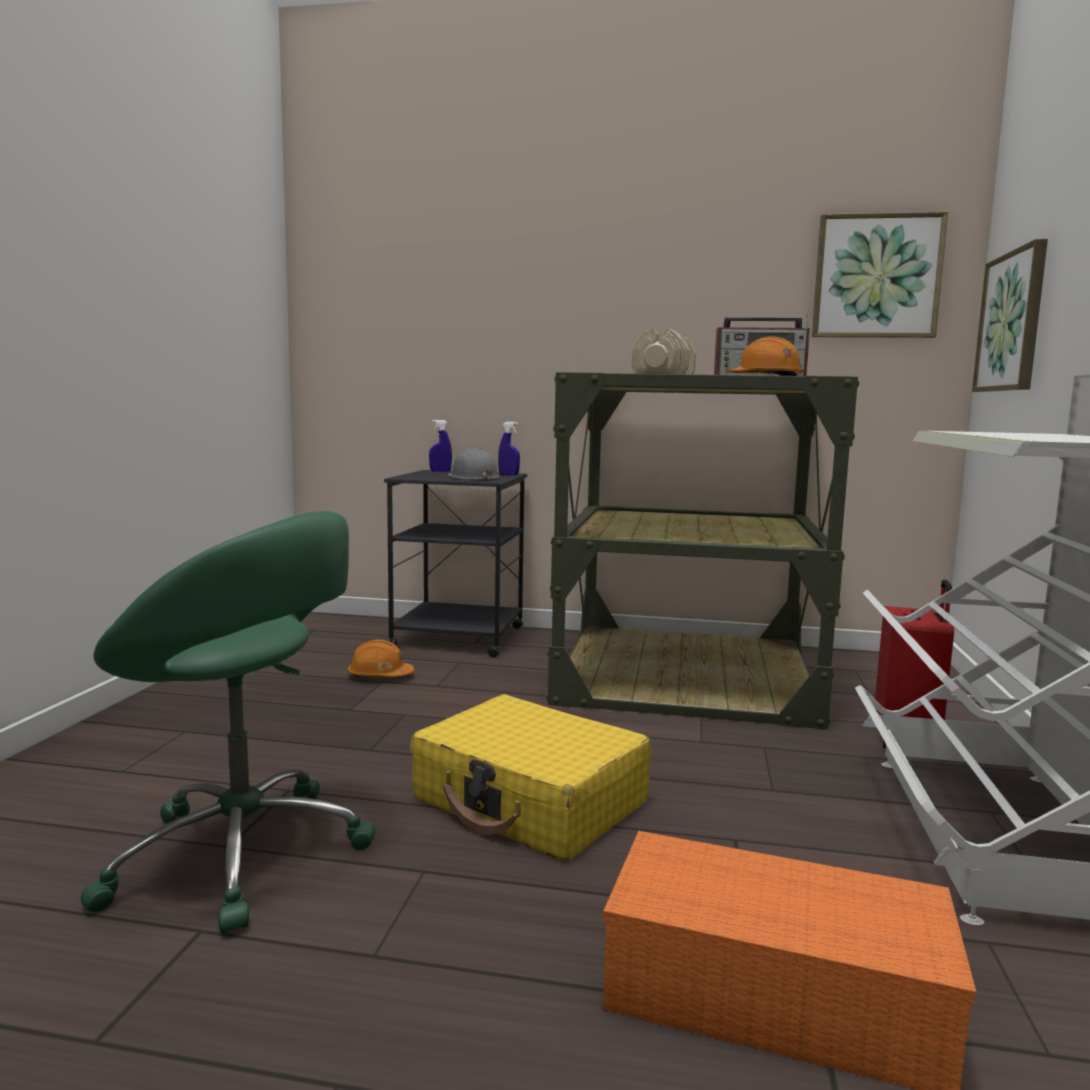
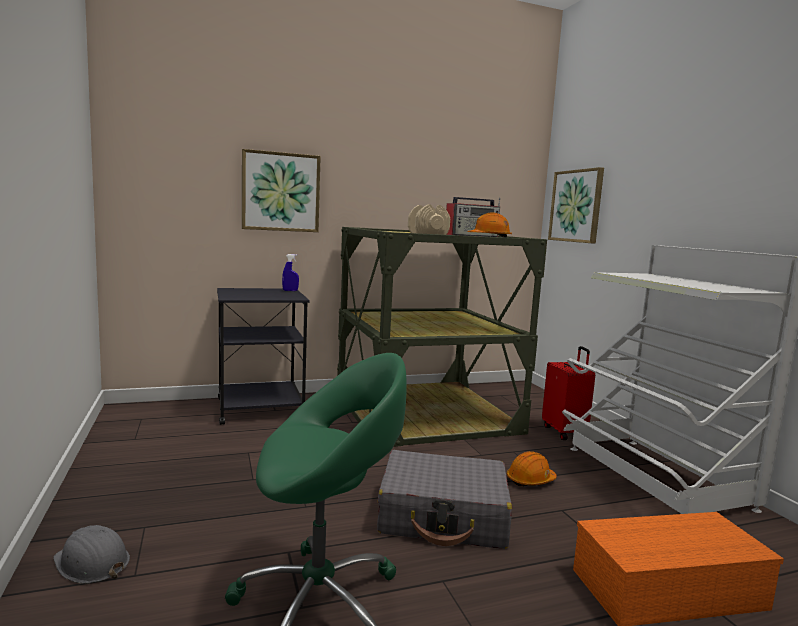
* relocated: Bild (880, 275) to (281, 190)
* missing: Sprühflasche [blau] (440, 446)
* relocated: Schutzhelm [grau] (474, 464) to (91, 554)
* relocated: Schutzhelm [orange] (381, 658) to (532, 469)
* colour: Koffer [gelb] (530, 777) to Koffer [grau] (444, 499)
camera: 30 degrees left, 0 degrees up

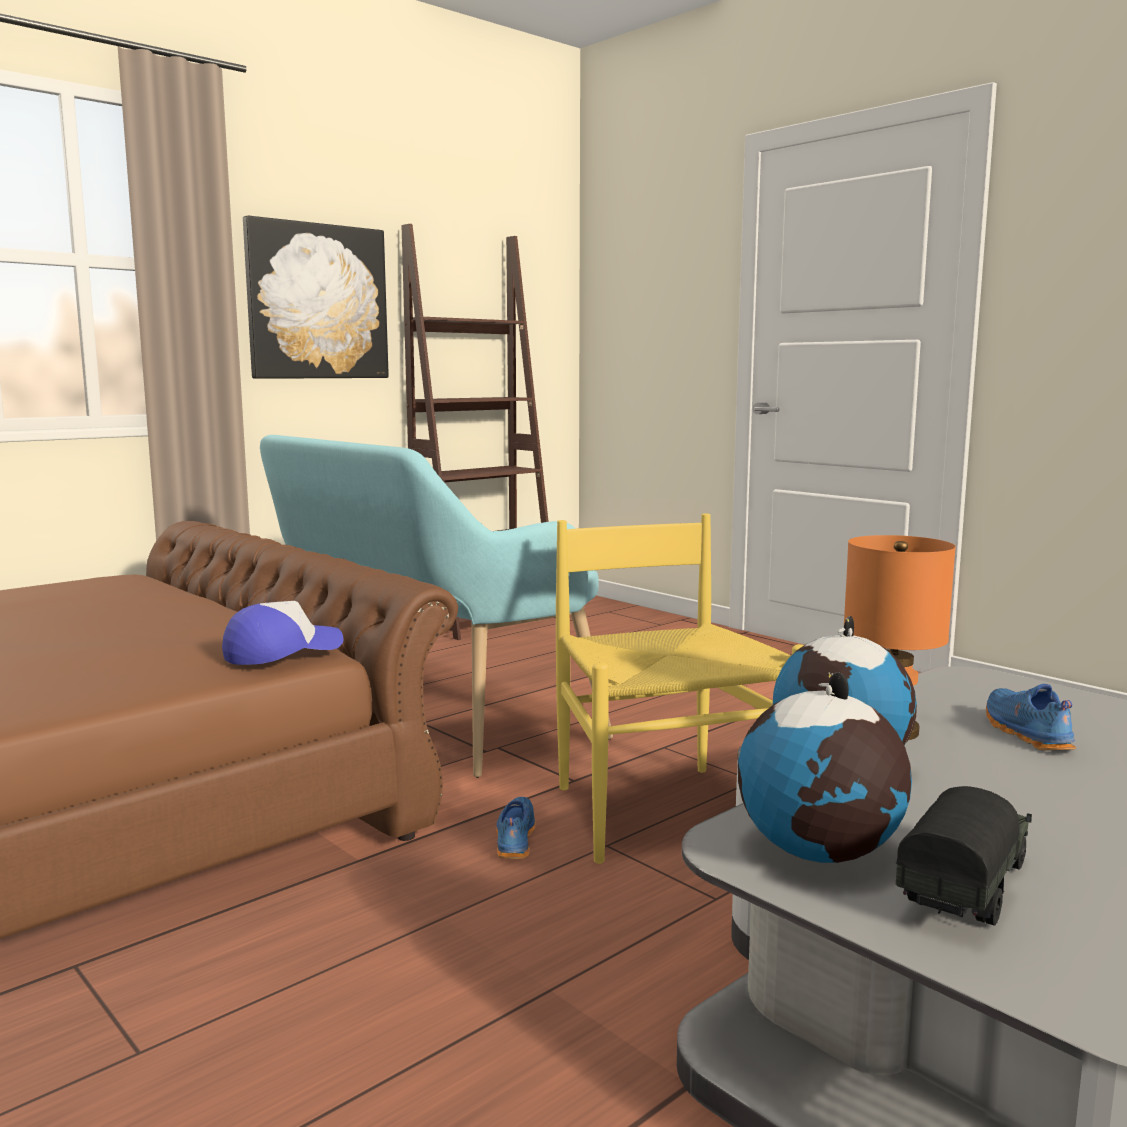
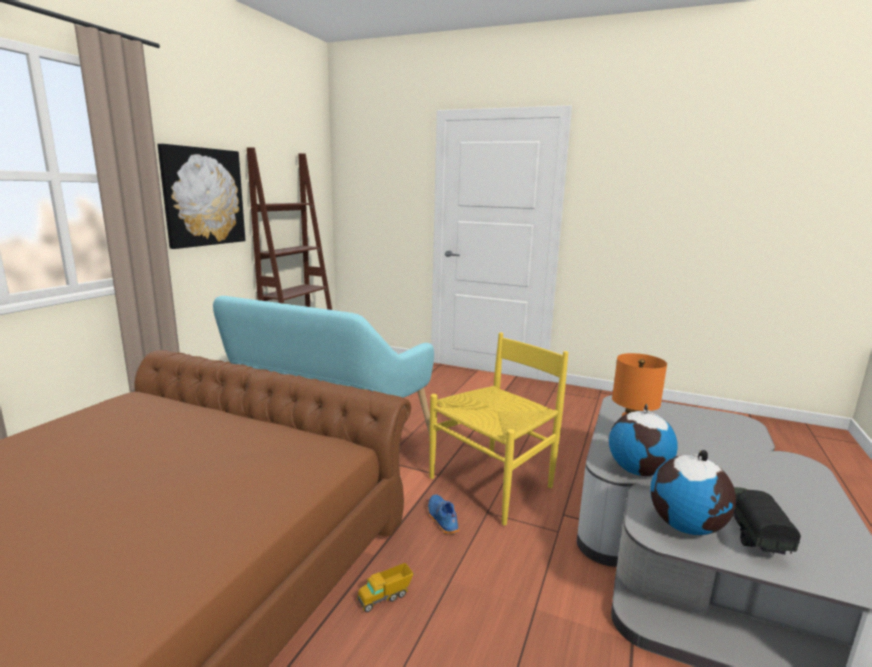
* spun: Stuhl [gelb] (680, 688) = (498, 429) 90 degrees clockwise
* missing: Kappe (283, 633)
* missing: Schuh [blau] (1031, 717)
* appeared: Spielzeuglaster (385, 587)
camera: 25 degrees left, 5 degrees up

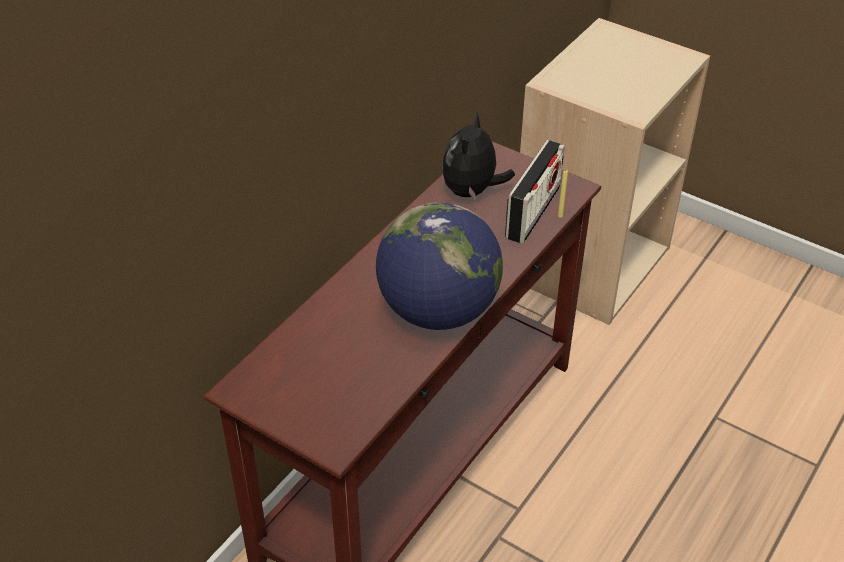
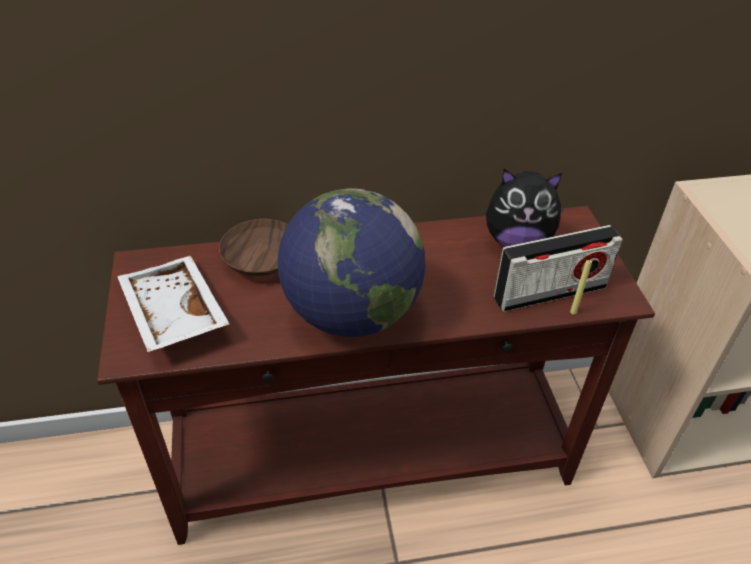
* spun: Plüschtier (478, 156) = (525, 208) 150 degrees counterclockwise
* appeared: Schüssel [braun] (253, 247)
* appeared: Tablett [weiß] (173, 304)
camera: 45 degrees right, 0 degrees up

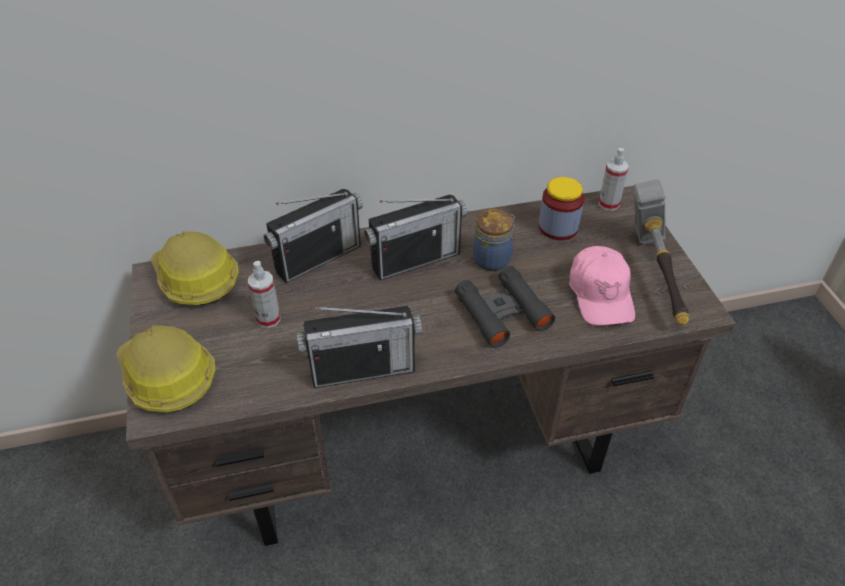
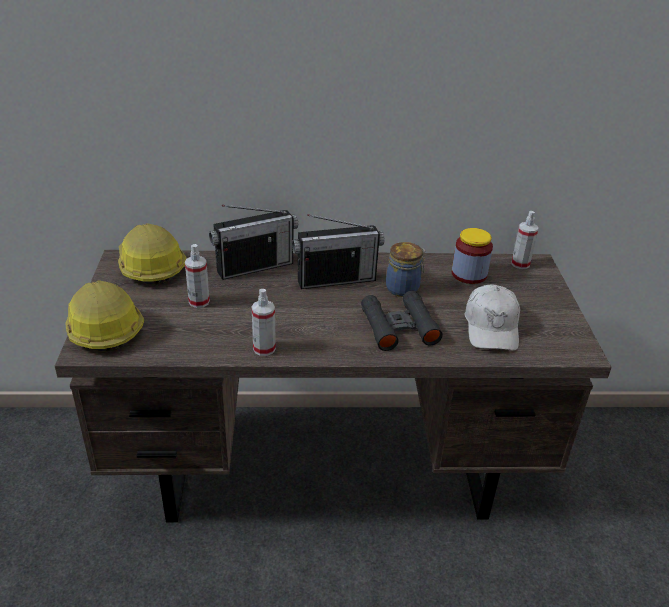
* missing: Hammer (661, 252)
* colour: Kappe [rosa] (602, 286) to Kappe [weiß] (492, 317)
* exchanged: Radio (359, 347) to Sprühflasche (264, 322)
camera: 10 degrees right, 10 degrees down

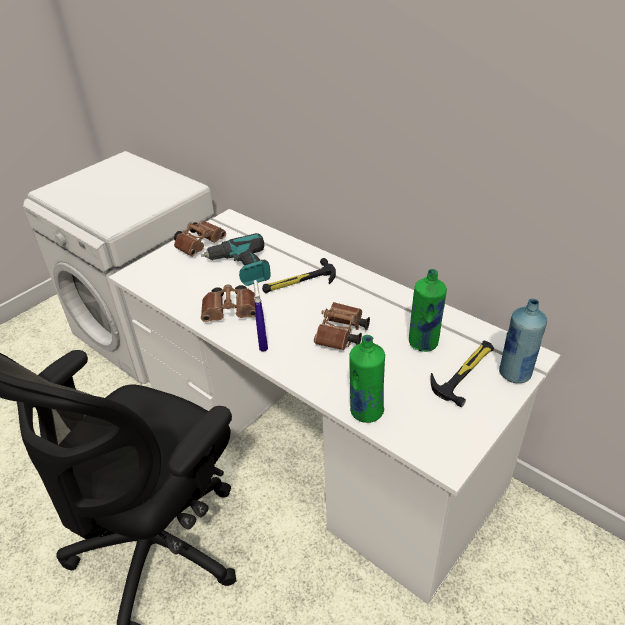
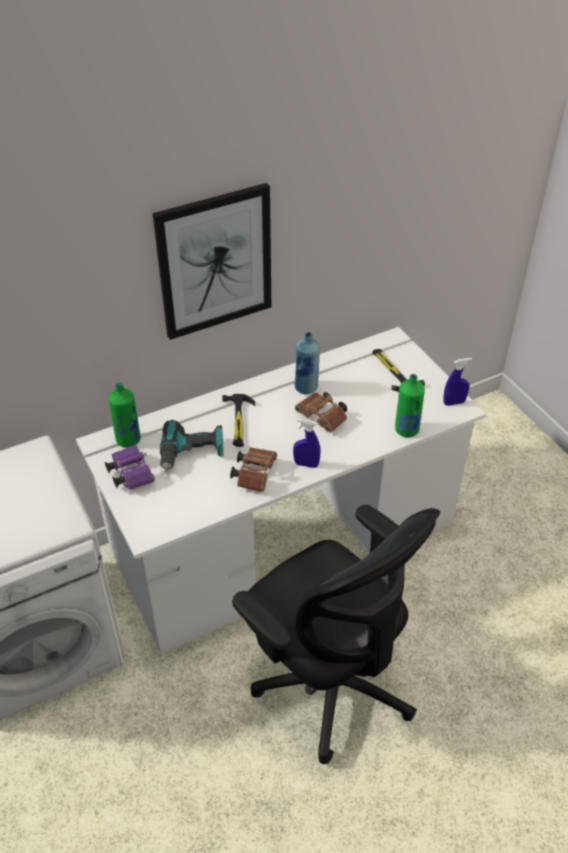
* colour: Fernglas [braun] (200, 239) to Fernglas [lila] (130, 467)
* relocated: Flasche [grün] (428, 310) to (124, 415)
* relocated: Flasche [blau] (523, 341) to (307, 363)
* appeared: Bild (212, 261)
* appeared: Sprühflasche [blau] (457, 382)
camera: 70 degrees left, 5 degrees up

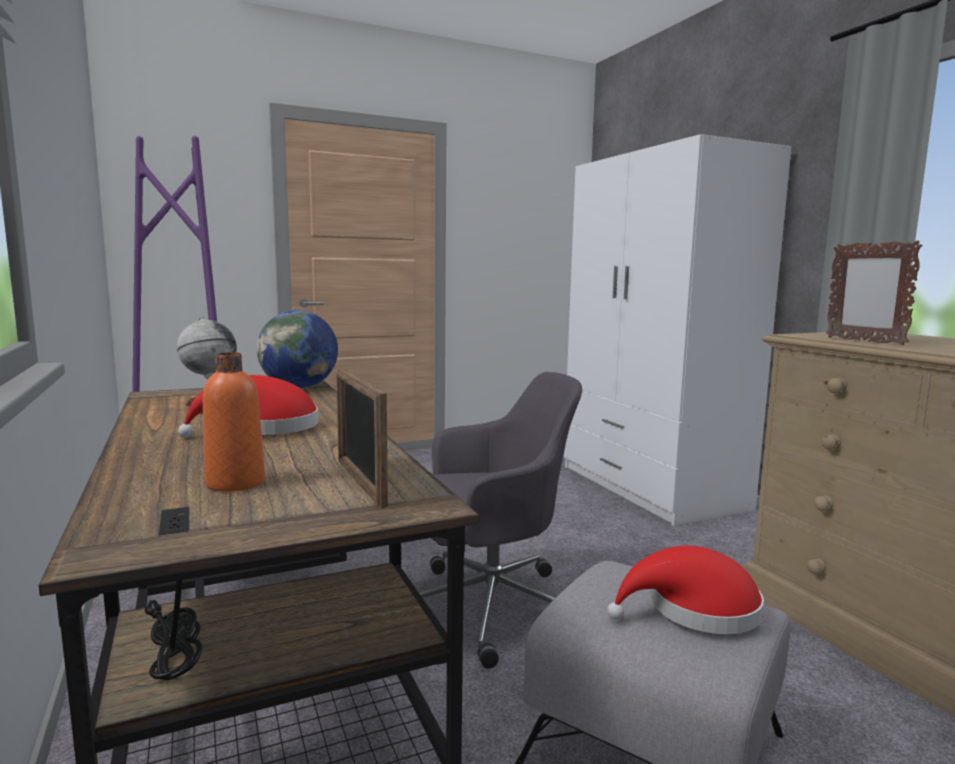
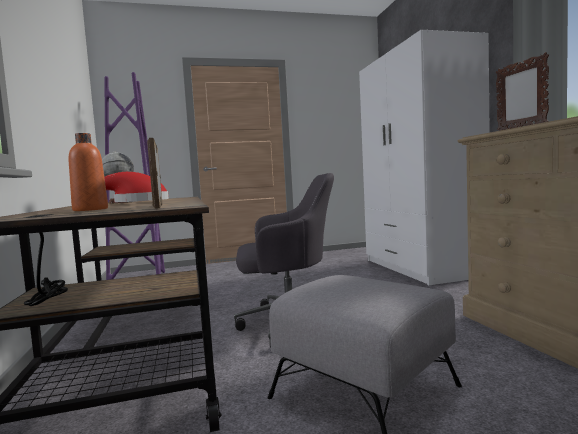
* missing: Globus (297, 349)
* missing: Hut [rot] (685, 590)
camera: 10 degrees right, 5 degrees down

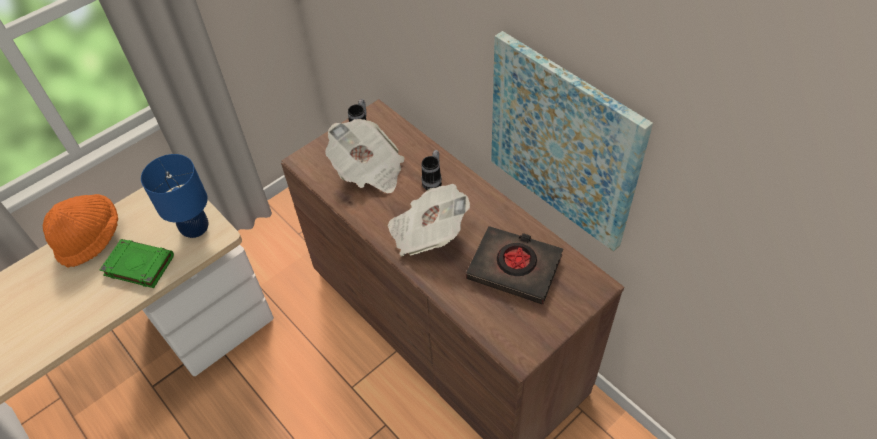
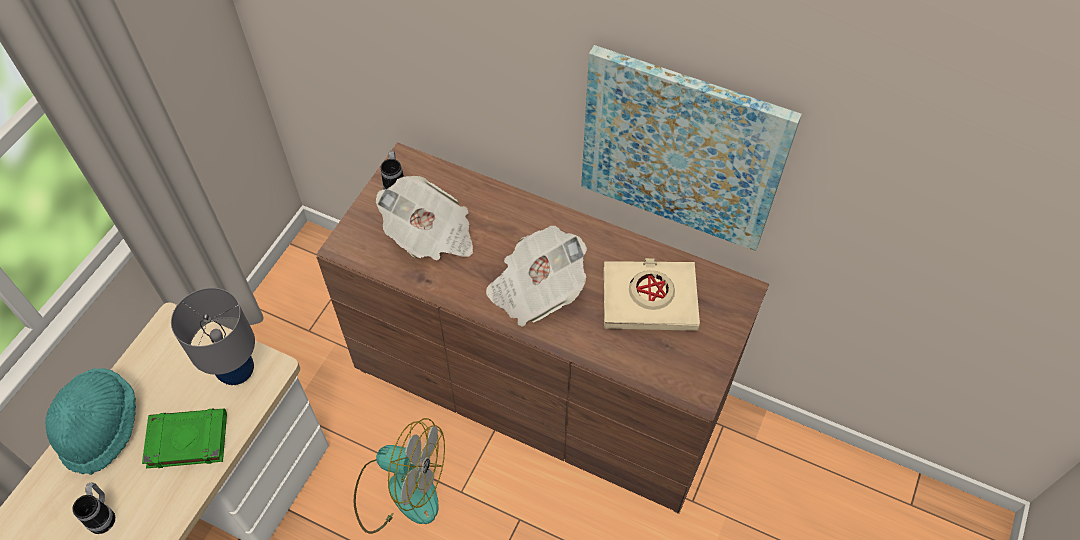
* relocated: Henkelbecher (431, 170) to (93, 508)
* colour: Tischlampe [blau] (175, 196) to Tischlampe [grau] (213, 336)
* colour: Hut [orange] (80, 231) to Hut [türkis] (90, 421)
* colour: Buch [schwarz] (514, 265) to Buch [beige] (652, 294)
* appeared: Ventilator (399, 476)
camera: 25 degrees left, 5 degrees up

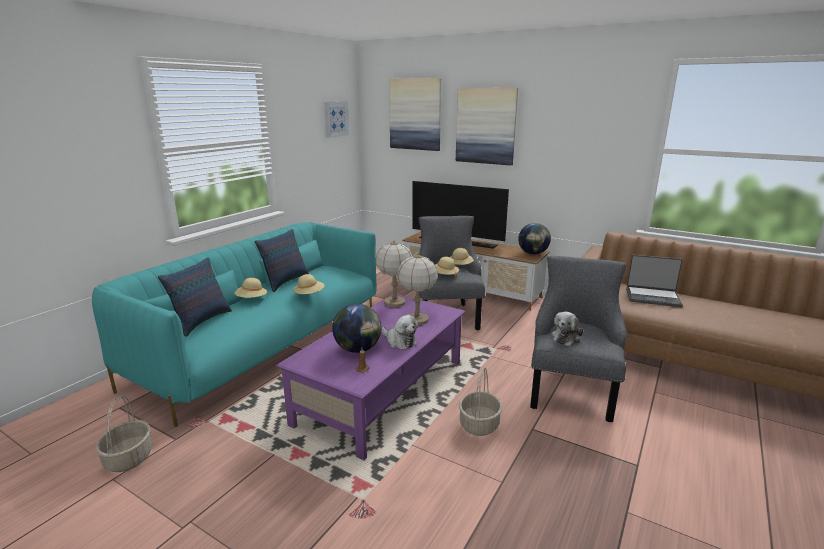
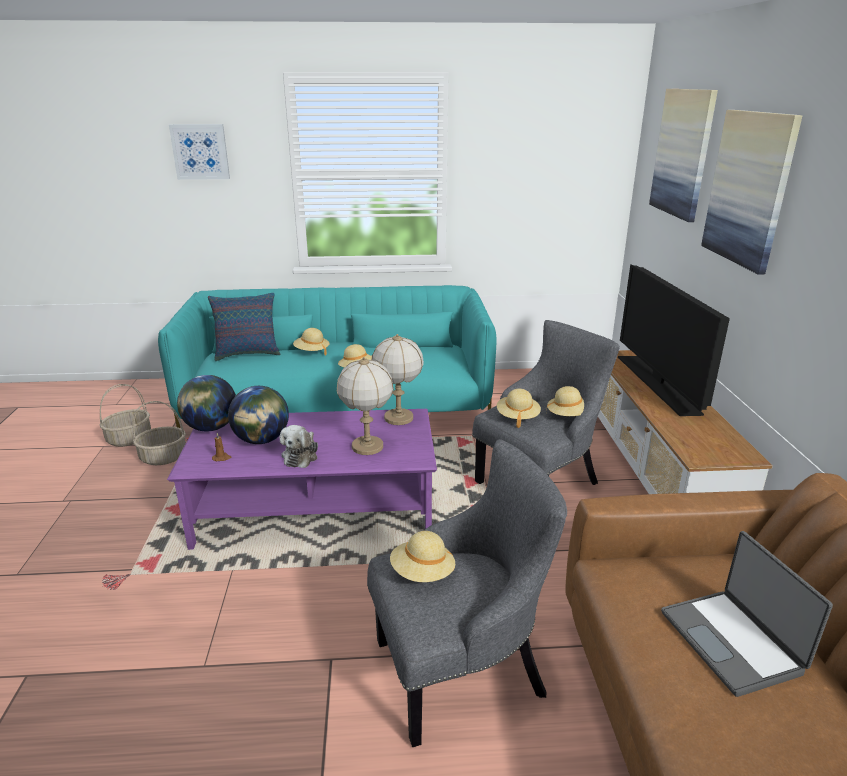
* relocated: Bild (336, 119) to (199, 152)
* relocated: Globus (534, 238) to (206, 403)
* missing: Kissen [blau] (282, 260)
* exchanged: Plüschtier (567, 329) to Hut [beige] (422, 556)
* relocated: Korb (480, 401) to (159, 433)
camera: 55 degrees right, 5 degrees up

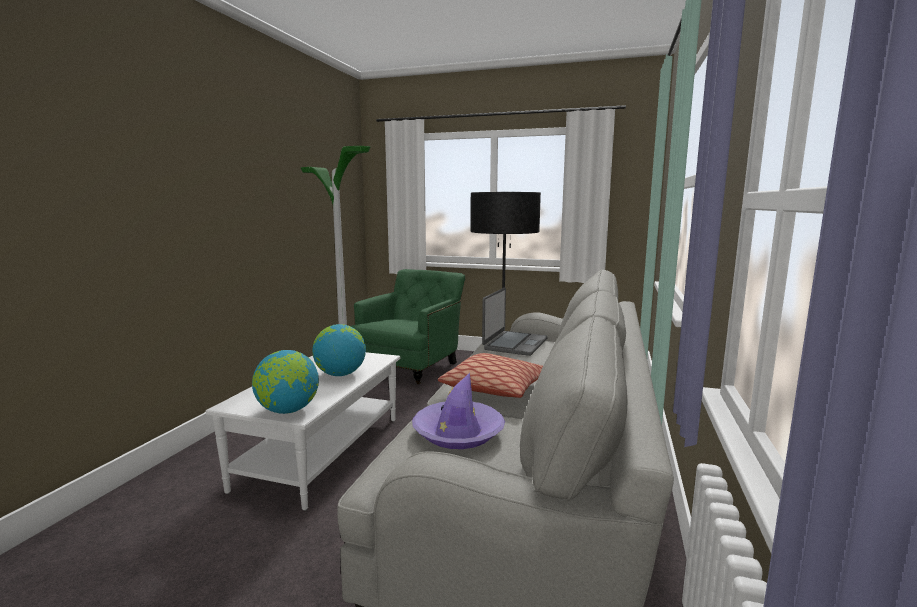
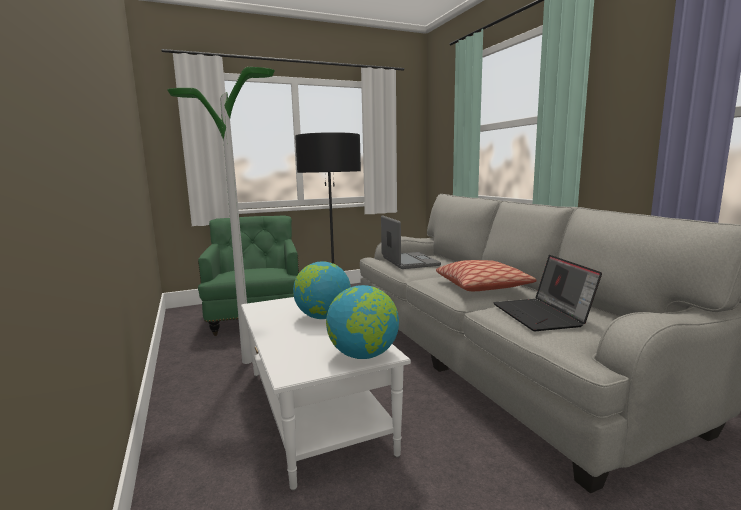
* exchanged: Hut [lila] (458, 411) to Laptop (547, 293)
camera: 40 degrees left, 0 degrees up

